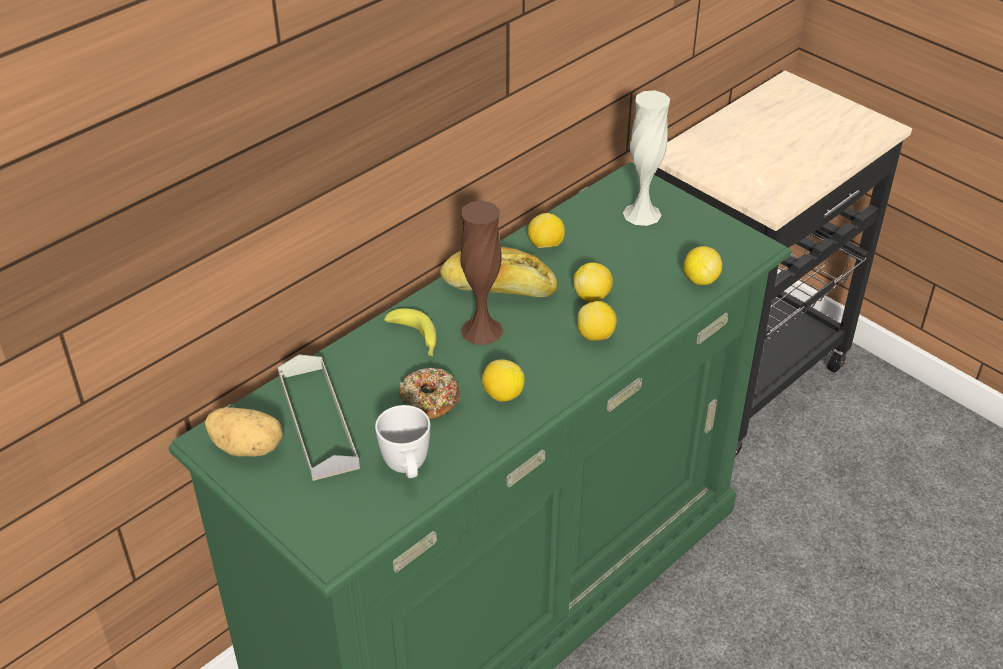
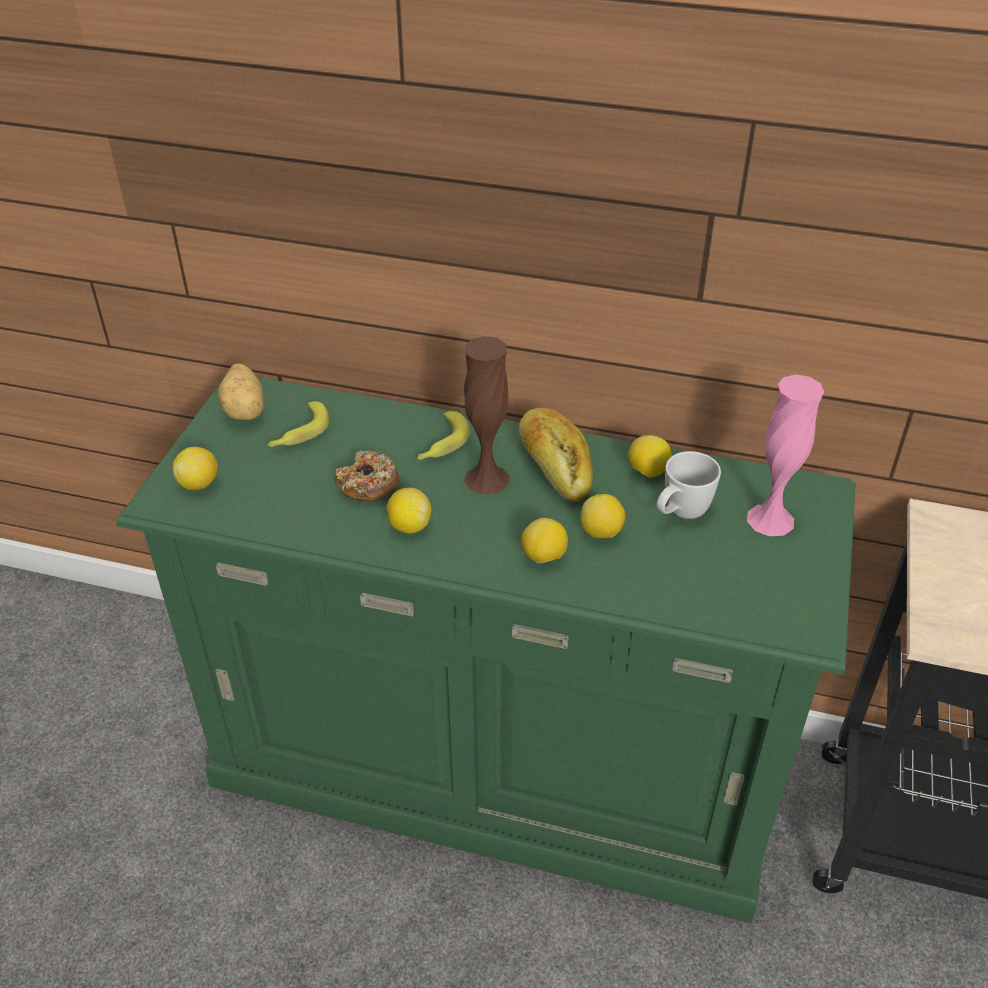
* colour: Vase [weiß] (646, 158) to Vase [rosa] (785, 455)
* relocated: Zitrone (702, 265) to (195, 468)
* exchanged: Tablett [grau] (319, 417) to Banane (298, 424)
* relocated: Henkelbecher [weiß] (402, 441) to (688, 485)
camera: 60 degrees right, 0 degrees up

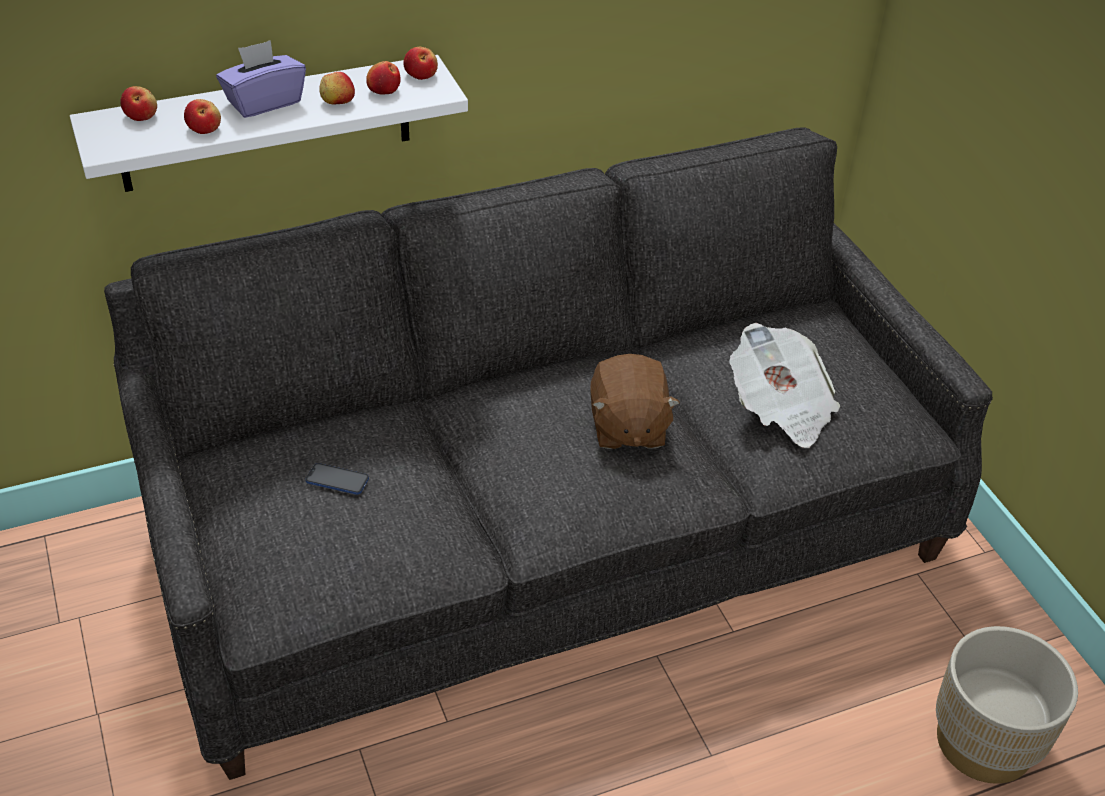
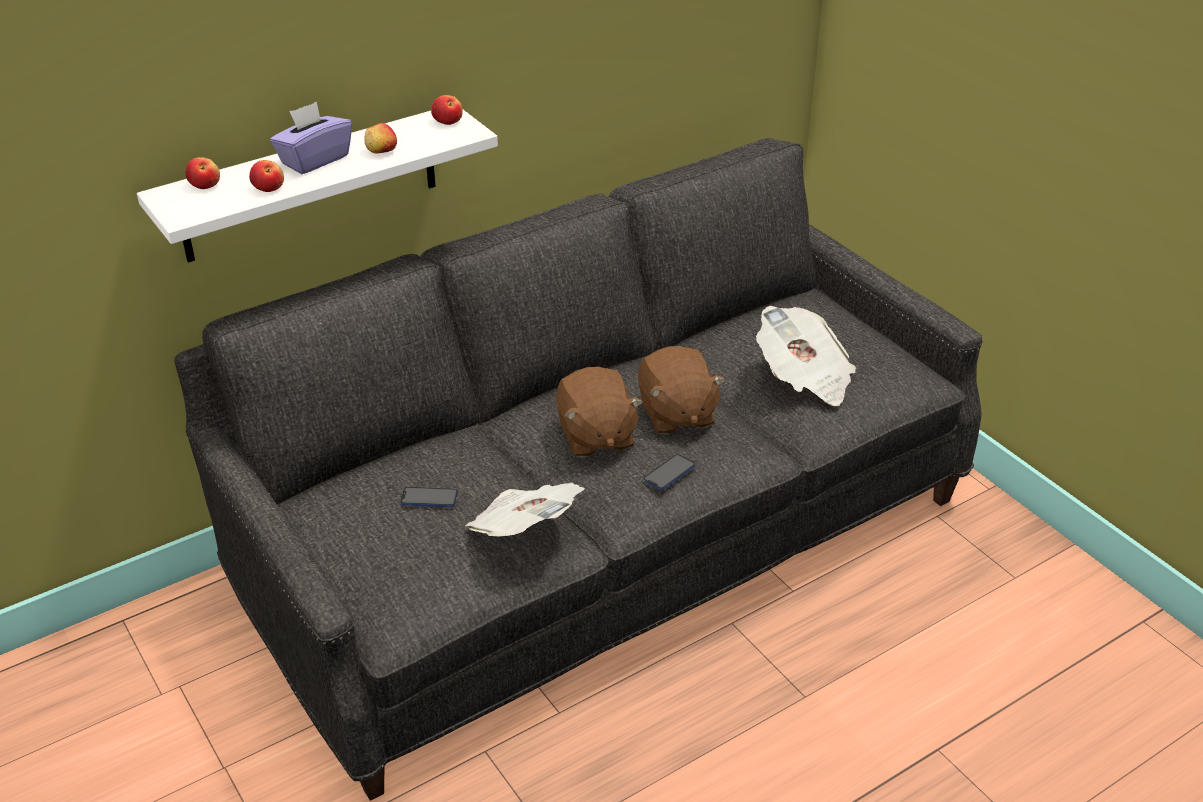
* missing: Apfel (383, 77)
* missing: Pflanzkübel [beige] (1007, 705)
* appeared: Plüschtier [braun] (599, 412)
* appeared: Handy (669, 472)
* appeared: Zeitung (525, 510)
camera: 10 degrees left, 5 degrees down

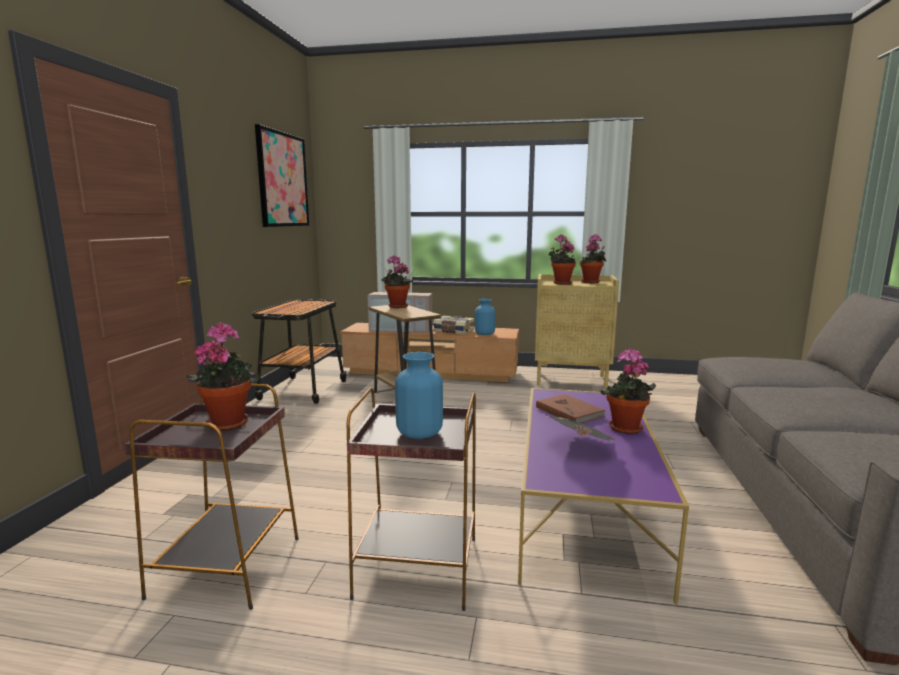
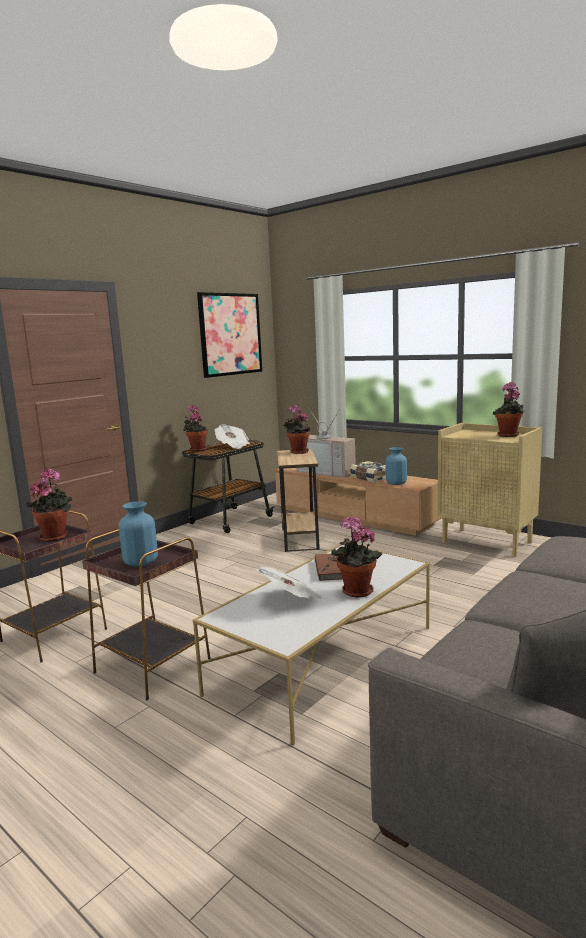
* relocated: Topfpflanze (562, 259) to (195, 428)
* colour: Couchtisch [lila] (603, 496) to Couchtisch [weiß] (311, 644)
* appeared: Zeitung (232, 437)
camera: 30 degrees right, 0 degrees up

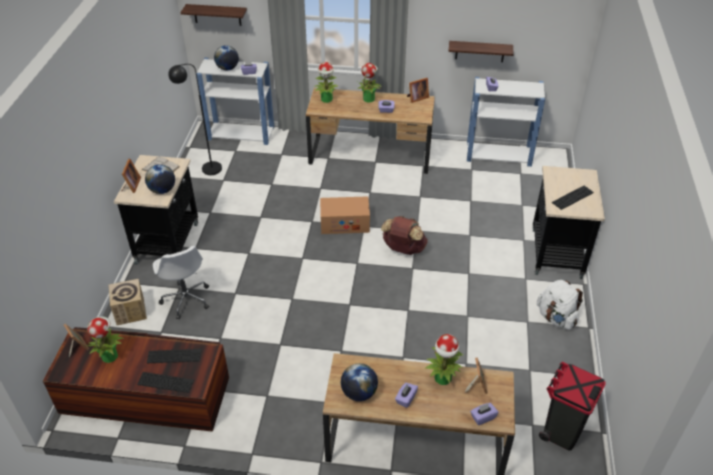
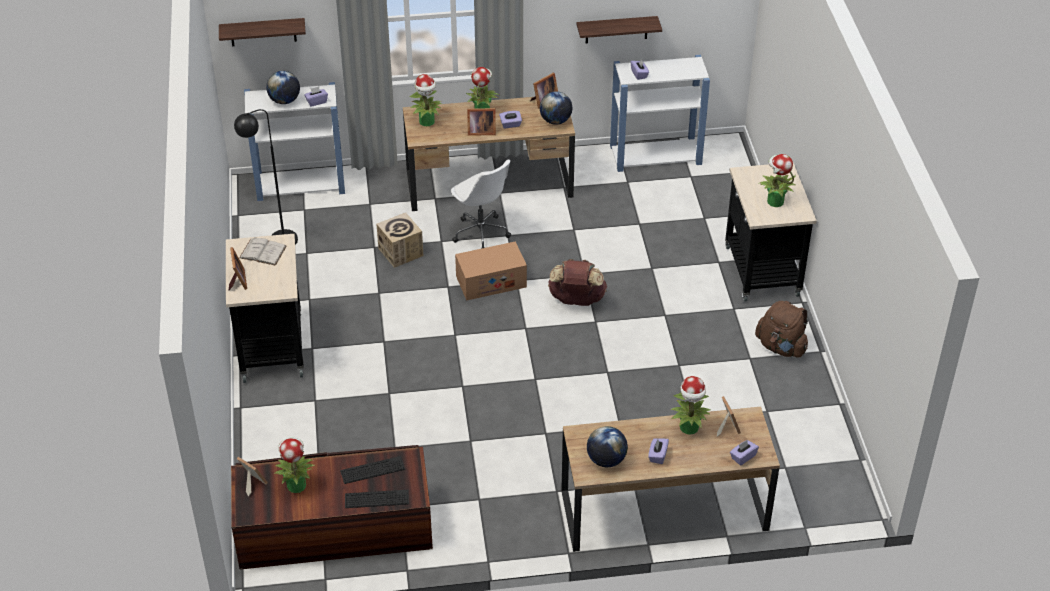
* relocated: Globus (160, 179) to (556, 108)
* exchanged: Tastatur (573, 198) to Topfpflanze (777, 180)
* relocated: Bürostuhl [weiß] (181, 282) to (481, 204)
* relocated: Karton (128, 302) to (399, 240)
* colour: Rucksack [weiß] (560, 305) to Rucksack [braun] (781, 329)
* missing: Mülleimer [schwarz] (572, 406)
* appeared: Bilderrahmen (481, 122)
camera: 15 degrees left, 0 degrees up

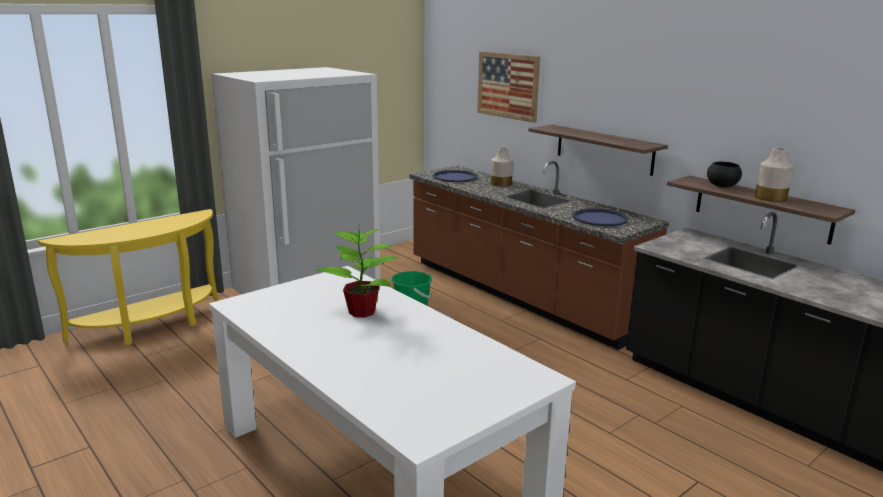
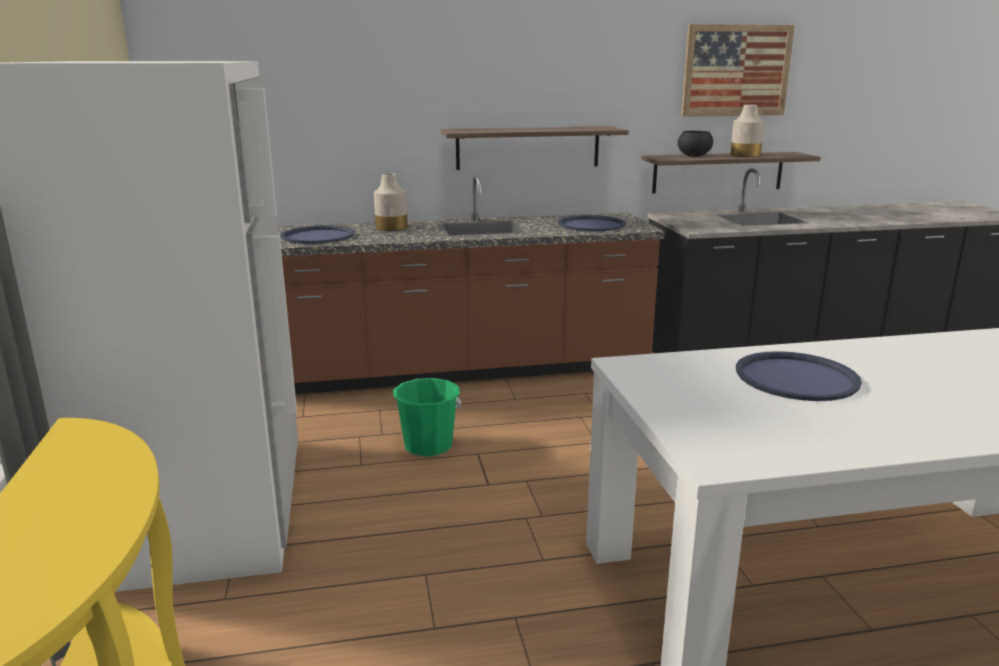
* relocated: Bild (508, 87) to (738, 70)
* exchanged: Topfpflanze (357, 270) to Tablett [blau] (799, 376)
camera: 60 degrees left, 0 degrees up

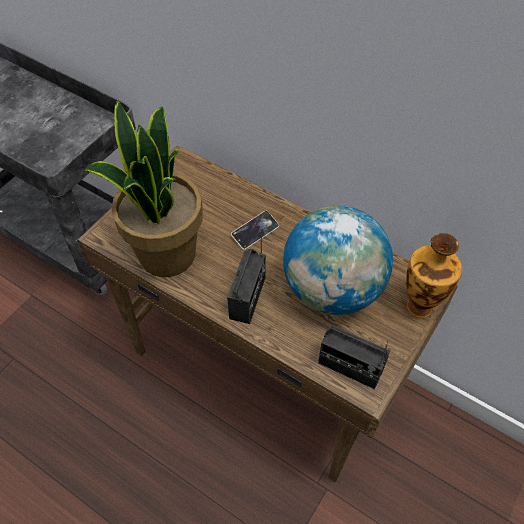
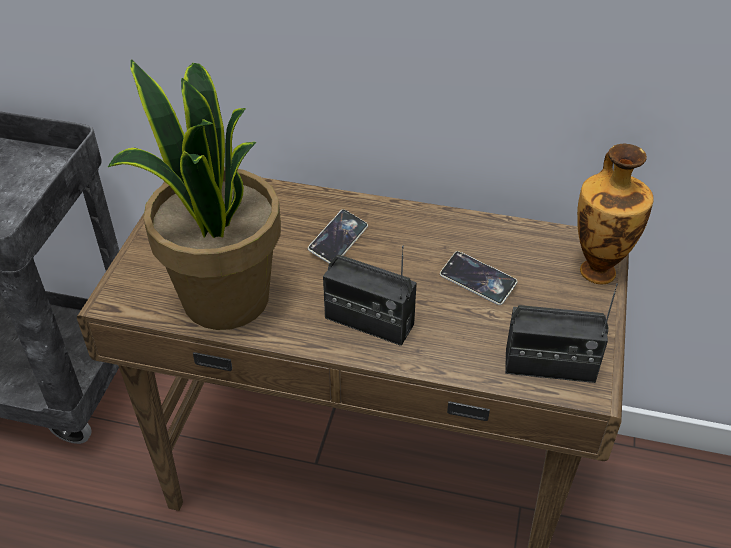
* exchanged: Globus (338, 260) to Handy (479, 278)
* spun: Radio (246, 275) = (370, 296) 120 degrees clockwise
camera: 20 degrees left, 10 degrees down

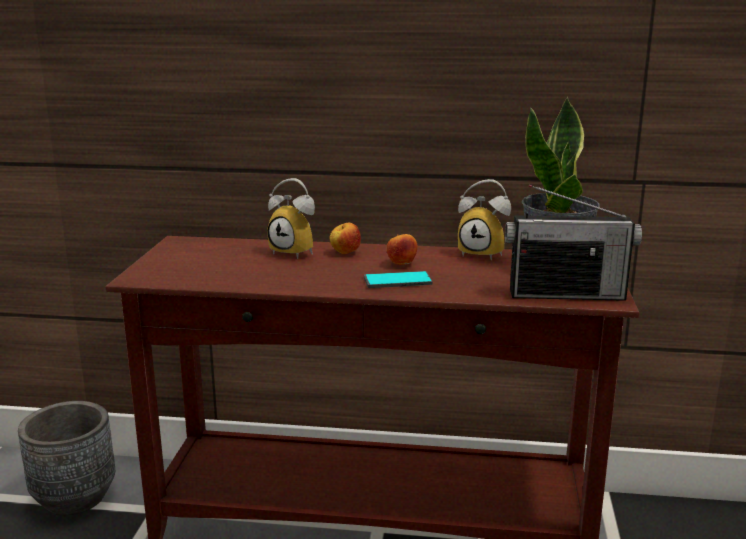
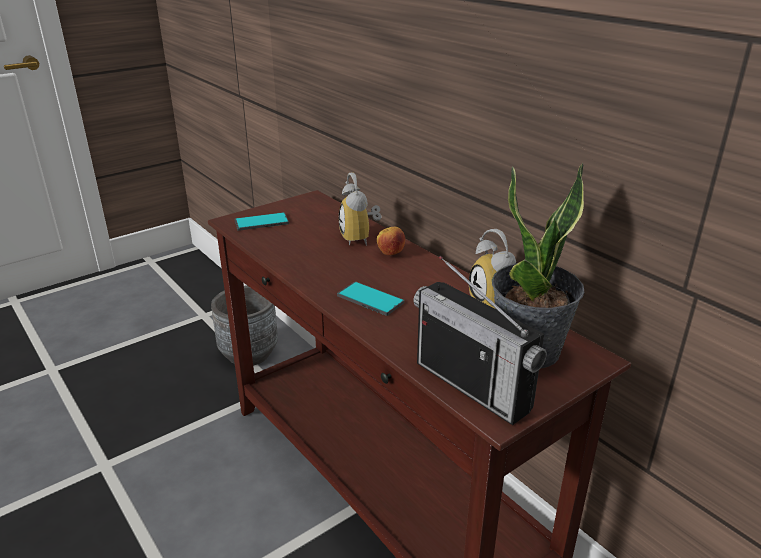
* missing: Apfel (402, 249)
* appeared: Handy (261, 221)
camera: 45 degrees right, 10 degrees up

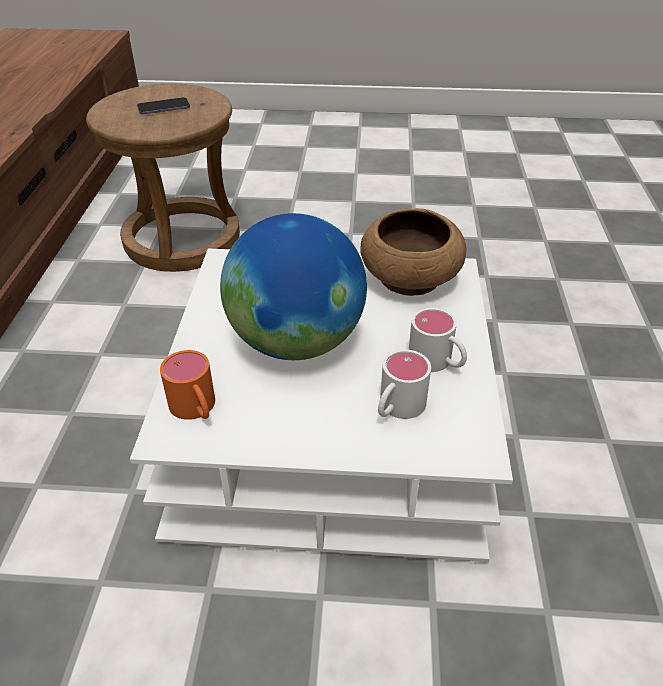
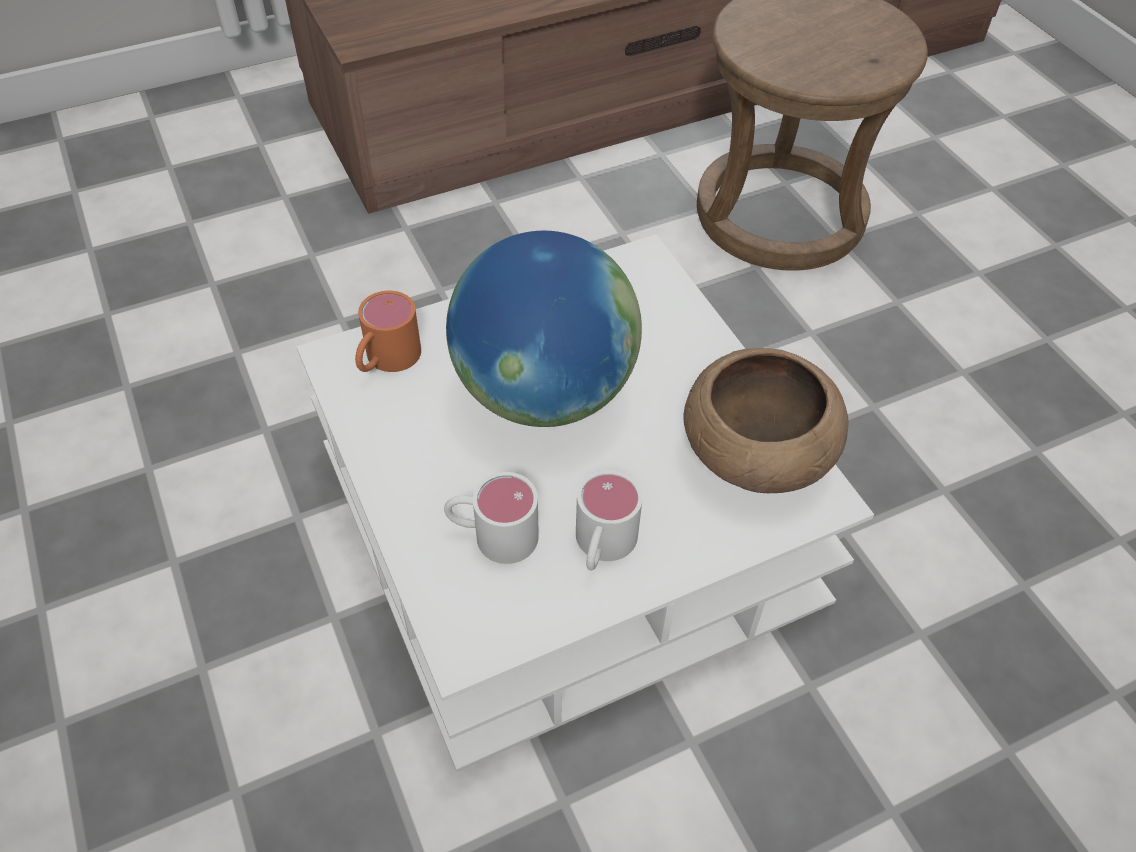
* missing: Handy (163, 105)
camera: 60 degrees right, 10 degrees up

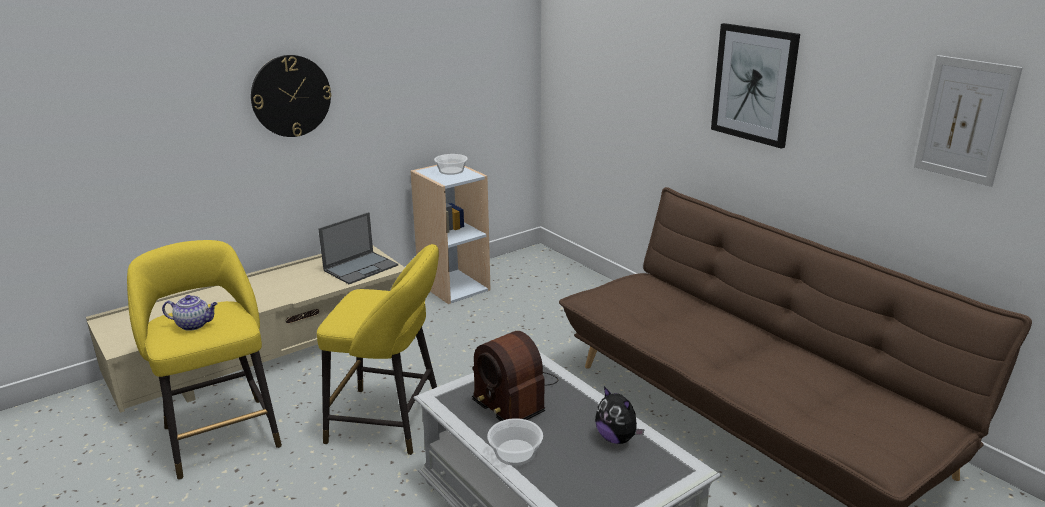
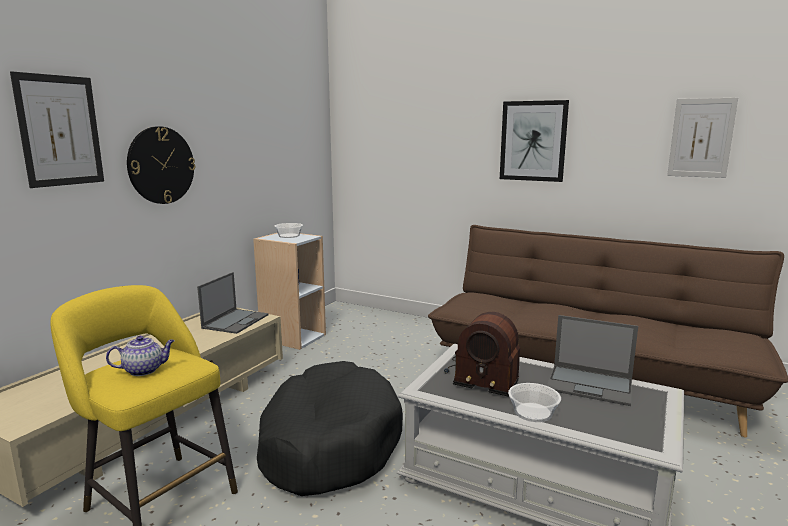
* exchanged: Hocker [gelb] (378, 349) to Hundebett [schwarz] (330, 428)
* exchanged: Plüschtier (620, 415) to Laptop (592, 360)
* appeared: Bild (57, 129)
camera: 25 degrees left, 10 degrees down

